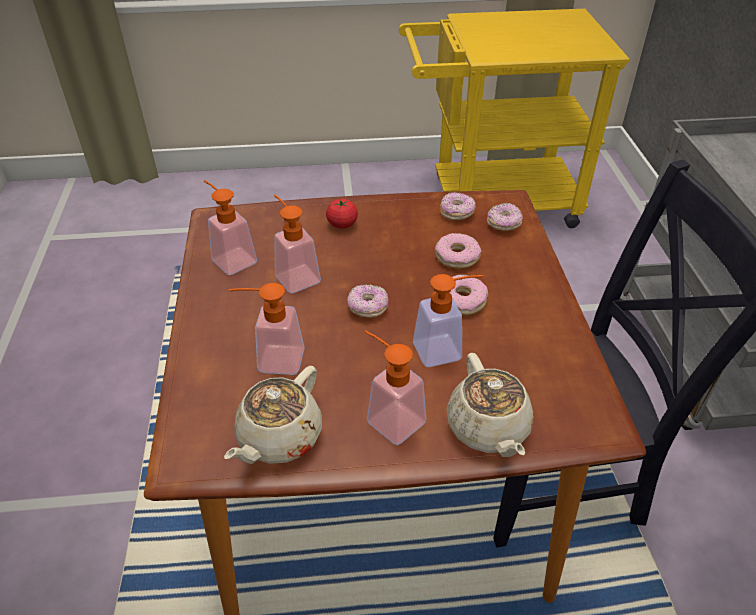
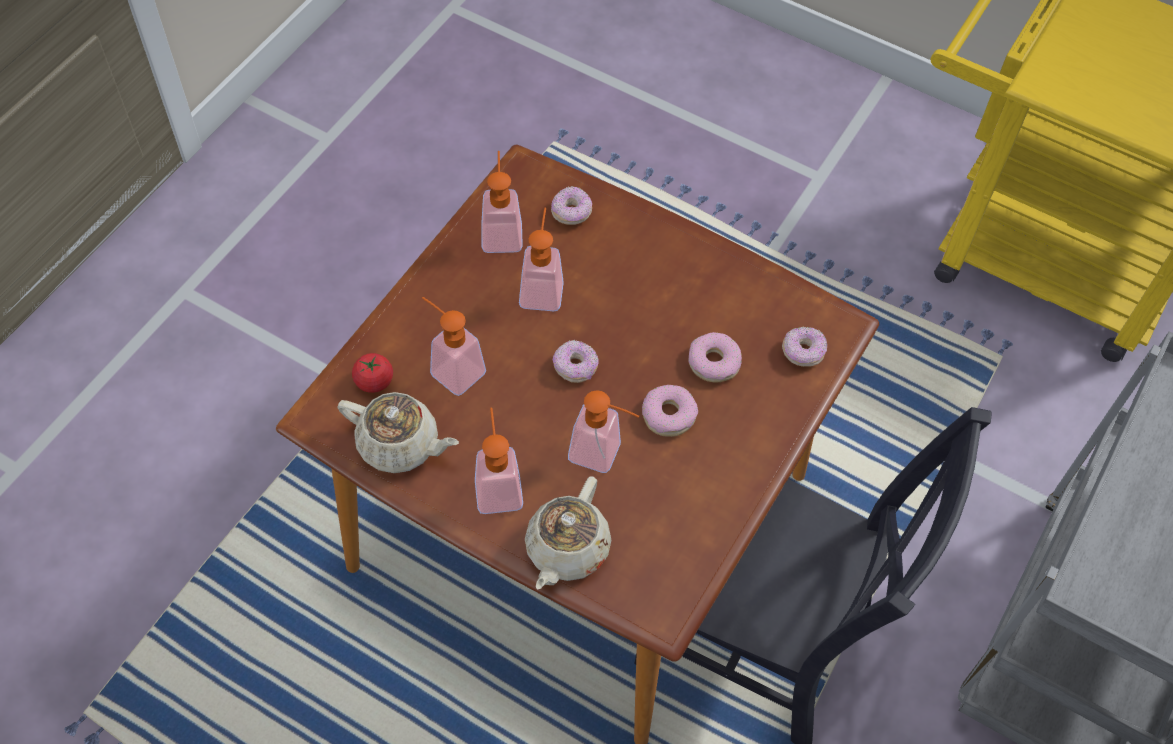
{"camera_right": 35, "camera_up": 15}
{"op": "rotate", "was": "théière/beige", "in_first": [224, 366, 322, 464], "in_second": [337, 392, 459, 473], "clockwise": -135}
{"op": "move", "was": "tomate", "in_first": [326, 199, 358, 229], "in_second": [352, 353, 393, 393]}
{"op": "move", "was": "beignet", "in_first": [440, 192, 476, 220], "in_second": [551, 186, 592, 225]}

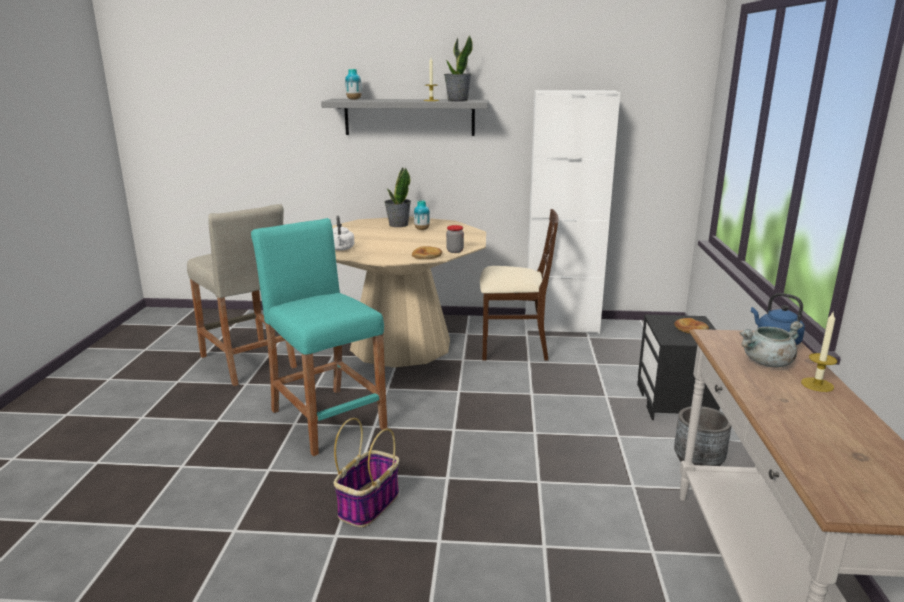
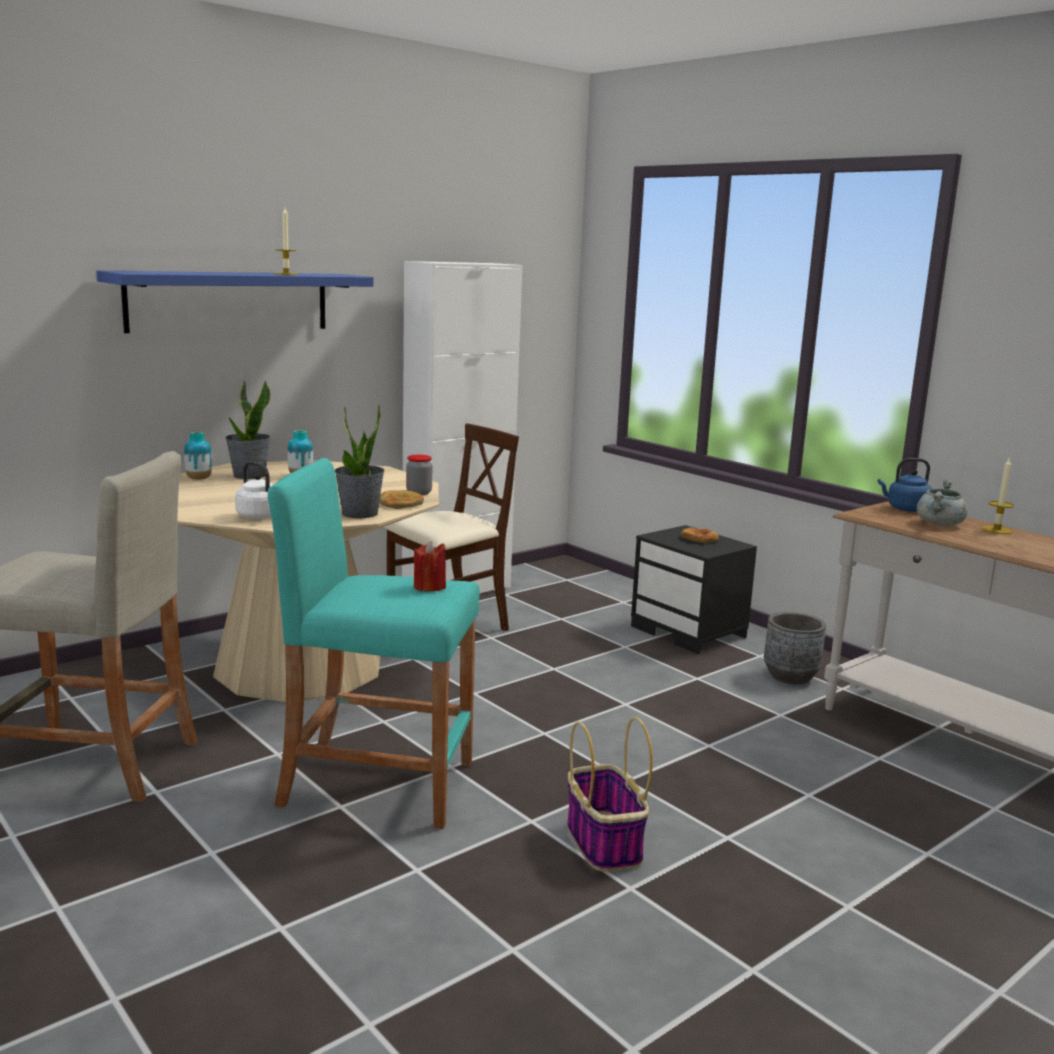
{"camera_right": -45, "camera_up": -5}
{"op": "recolor", "was": "étagère/gris", "now": "étagère/bleu", "in_first": [321, 99, 488, 136], "in_second": [96, 270, 373, 333]}
{"op": "move", "was": "vase", "in_first": [345, 69, 362, 100], "in_second": [184, 432, 212, 480]}
{"op": "move", "was": "plante en pot", "in_first": [444, 35, 473, 101], "in_second": [335, 405, 385, 518]}
{"op": "insert", "now": "bougie/rouge", "in_second": [414, 541, 446, 592]}

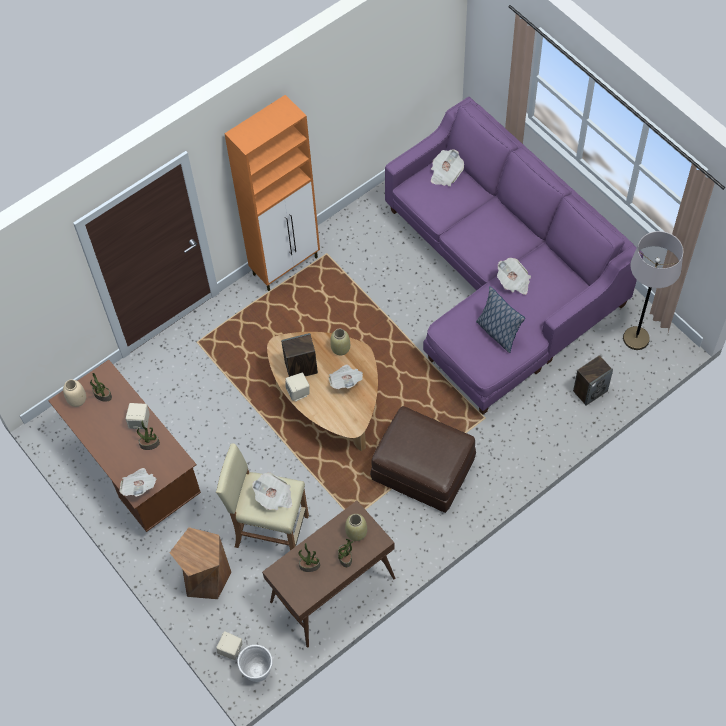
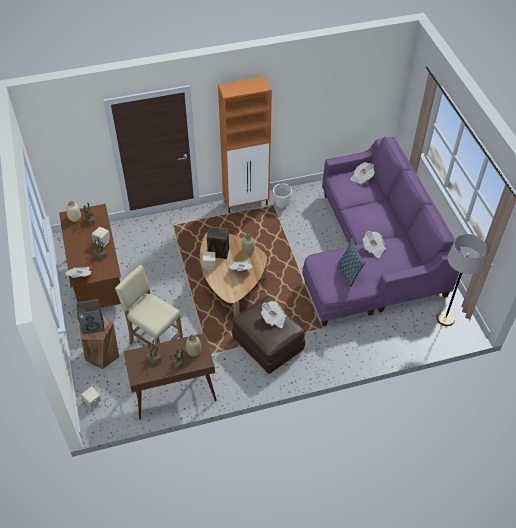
{"camera_right": 20, "camera_up": -10}
{"op": "move", "was": "enceinte", "in_first": [573, 355, 613, 406], "in_second": [76, 299, 105, 334]}
{"op": "move", "was": "journal", "in_first": [252, 473, 292, 510], "in_second": [261, 301, 287, 328]}
{"op": "move", "was": "cache-pot/blanc", "in_first": [237, 645, 273, 682], "in_second": [273, 183, 292, 208]}

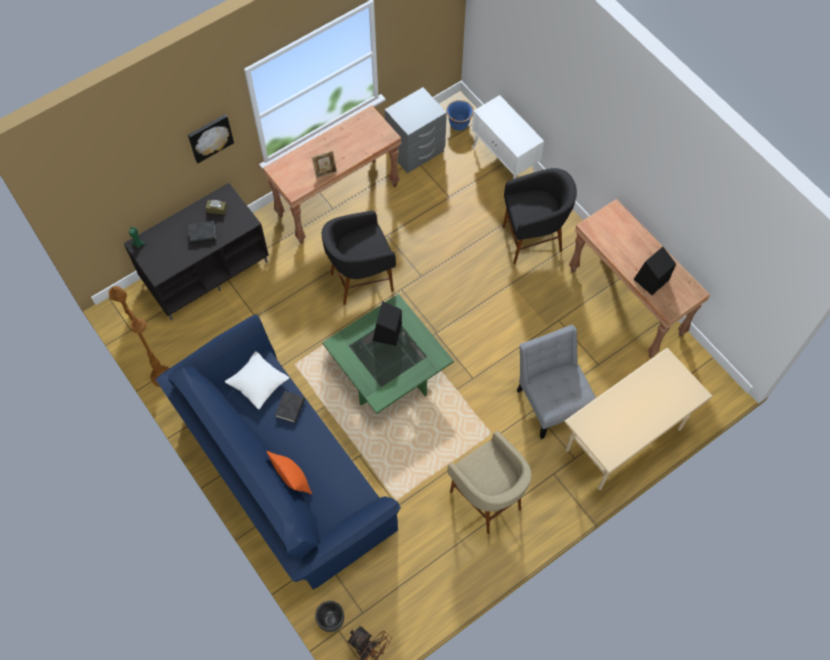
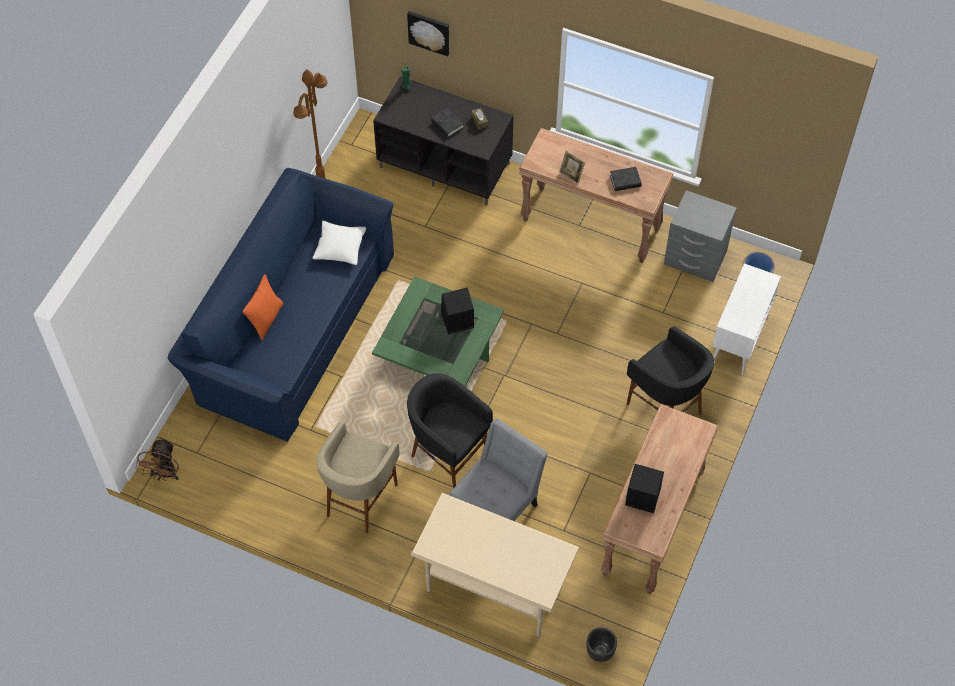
{"camera_right": 60, "camera_up": -5}
{"op": "move", "was": "tableau", "in_first": [188, 114, 234, 163], "in_second": [407, 11, 449, 56]}
{"op": "move", "was": "tabouret/noir", "in_first": [322, 211, 396, 305], "in_second": [407, 373, 493, 488]}
{"op": "move", "was": "cache-pot/noir", "in_first": [315, 601, 344, 632], "in_second": [587, 627, 617, 662]}
{"op": "move", "was": "livre/noir", "in_first": [275, 391, 305, 423], "in_second": [610, 167, 642, 191]}

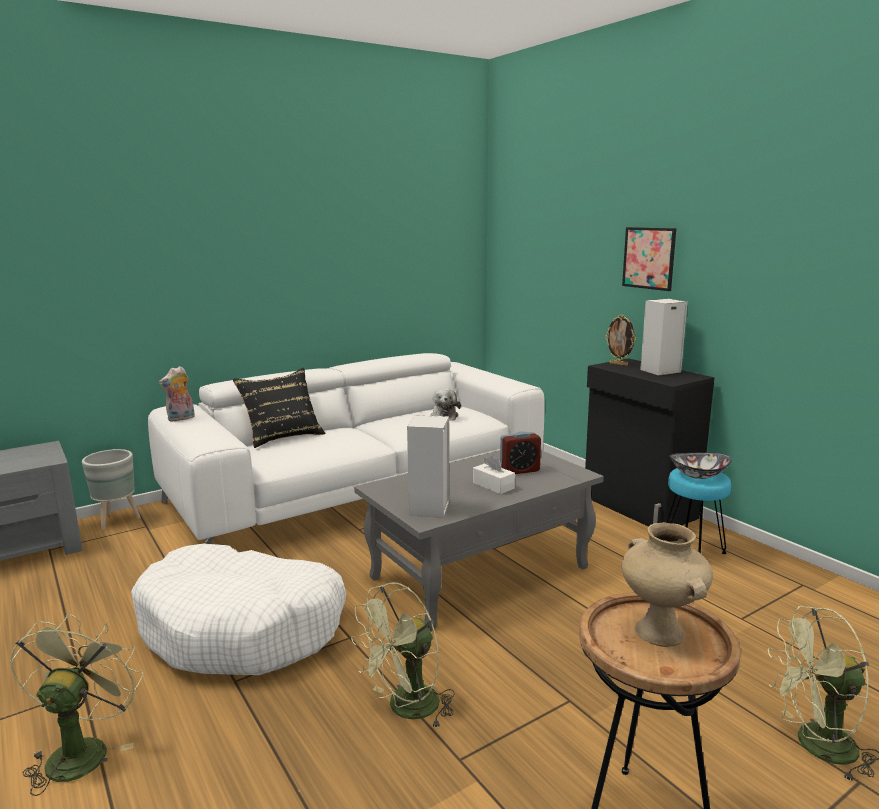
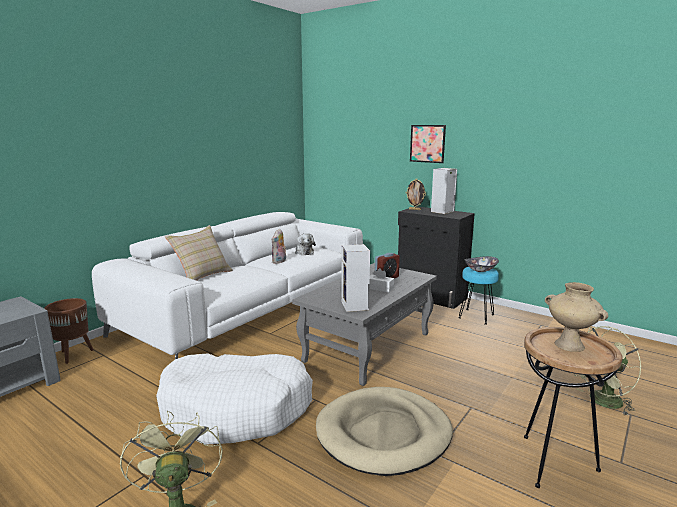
{"camera_right": -20, "camera_up": 0}
{"op": "recolor", "was": "cache-pot/gris", "now": "cache-pot/marron", "in_first": [82, 449, 141, 530], "in_second": [44, 298, 94, 364]}
{"op": "recolor", "was": "coussin/noir", "now": "coussin/beige", "in_first": [233, 368, 325, 448], "in_second": [165, 225, 233, 281]}
{"op": "move", "was": "peluche", "in_first": [159, 366, 195, 422], "in_second": [272, 229, 286, 264]}
{"op": "replace", "was": "ventilateur/vert", "now": "panier pour chien/beige", "in_first": [351, 582, 455, 729], "in_second": [316, 387, 453, 476]}

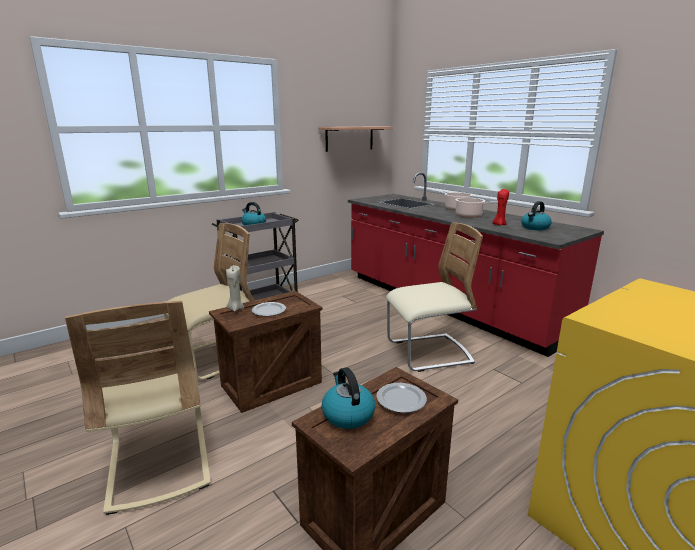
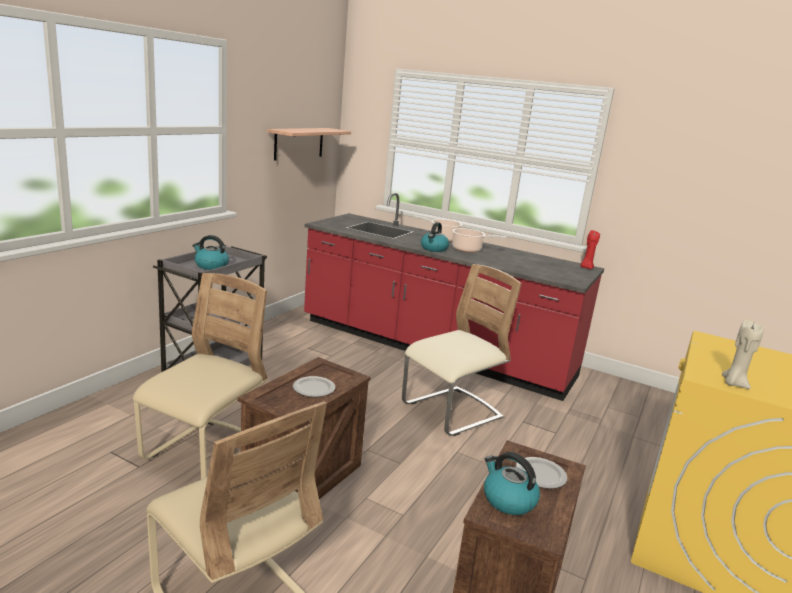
{"camera_right": -25, "camera_up": 0}
{"op": "move", "was": "bouilloire", "in_first": [521, 201, 552, 230], "in_second": [421, 222, 449, 252]}
{"op": "move", "was": "bougie/rouge", "in_first": [493, 189, 509, 225], "in_second": [580, 230, 600, 269]}
{"op": "move", "was": "bougie/beige", "in_first": [226, 265, 244, 312], "in_second": [722, 320, 763, 389]}

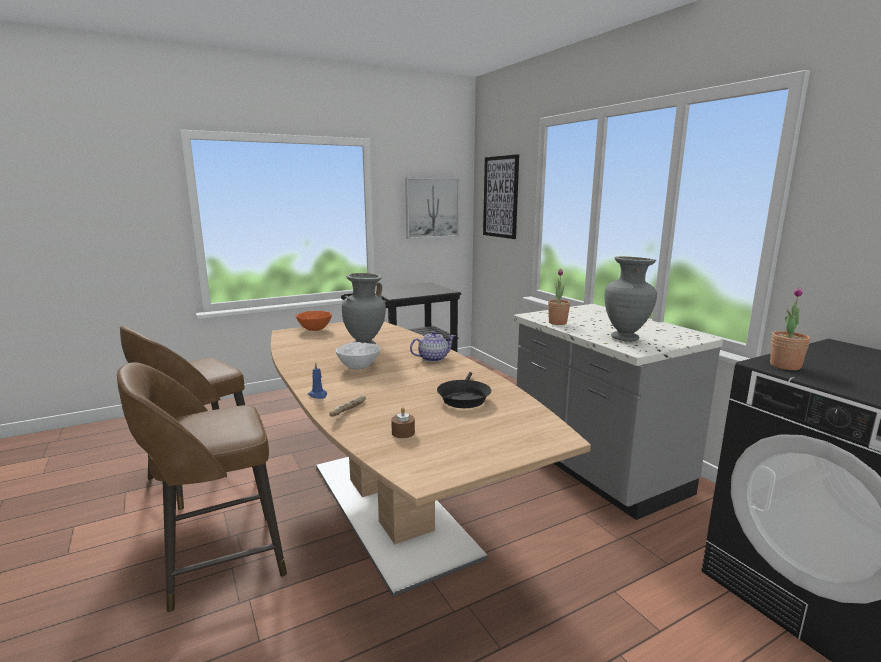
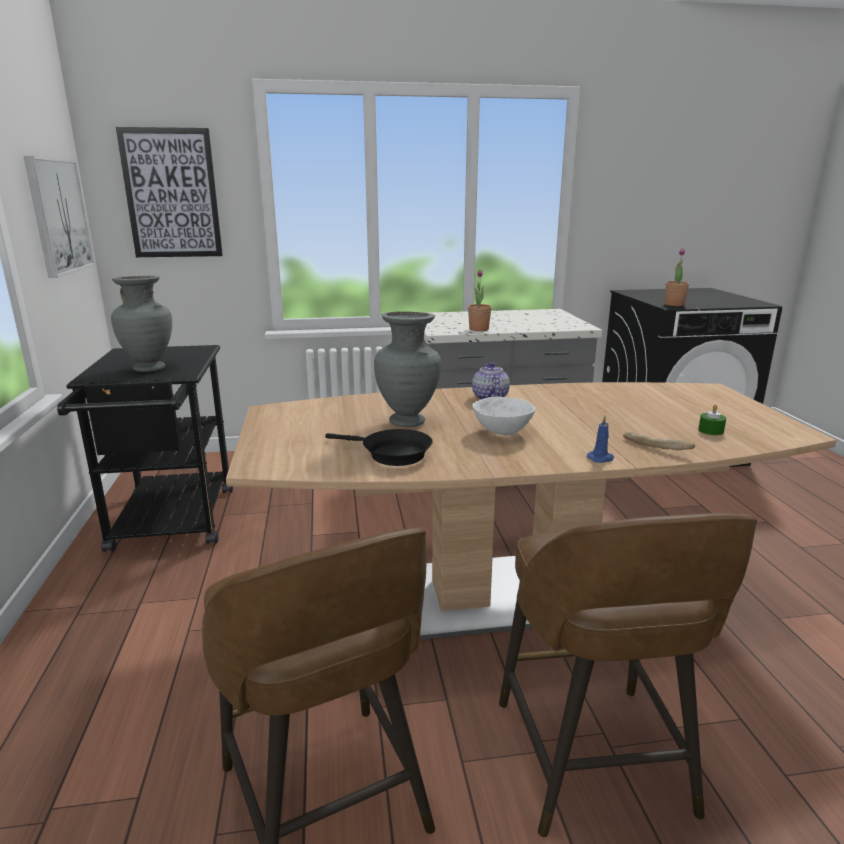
{"camera_right": -70, "camera_up": 5}
{"op": "move", "was": "vase/gris", "in_first": [604, 256, 657, 341], "in_second": [111, 276, 172, 372]}
{"op": "move", "was": "poêle/noir", "in_first": [437, 372, 491, 408], "in_second": [325, 429, 433, 466]}
{"op": "recolor", "was": "bougie/marron", "now": "bougie/vert", "in_first": [391, 407, 415, 438], "in_second": [698, 404, 726, 435]}
{"op": "delete", "was": "bol/orange", "in_first": [296, 311, 332, 331]}

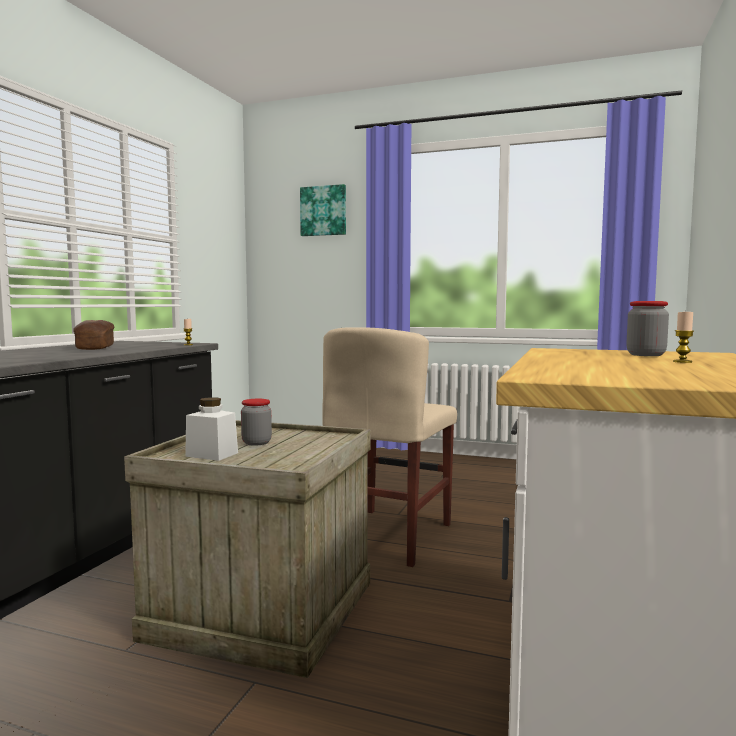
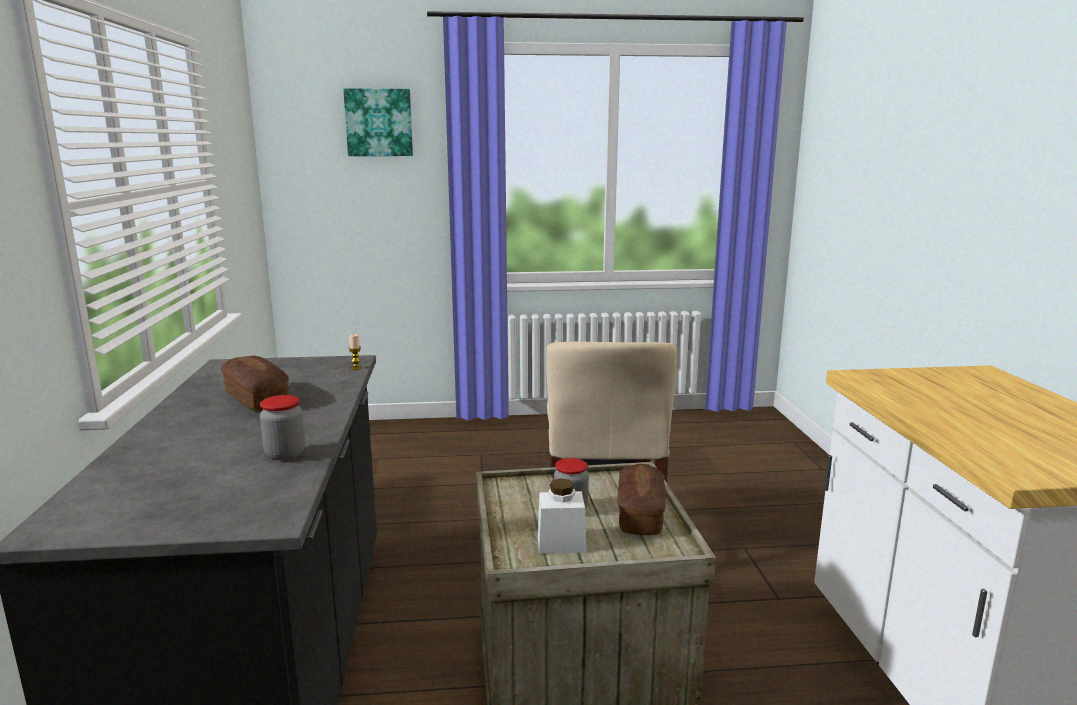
{"camera_right": -25, "camera_up": 10}
{"op": "move", "was": "bocal", "in_first": [626, 301, 669, 356], "in_second": [260, 395, 305, 460]}
{"op": "insert", "now": "pain", "in_second": [617, 464, 666, 535]}
{"op": "delete", "was": "bougie", "in_first": [673, 311, 694, 363]}

